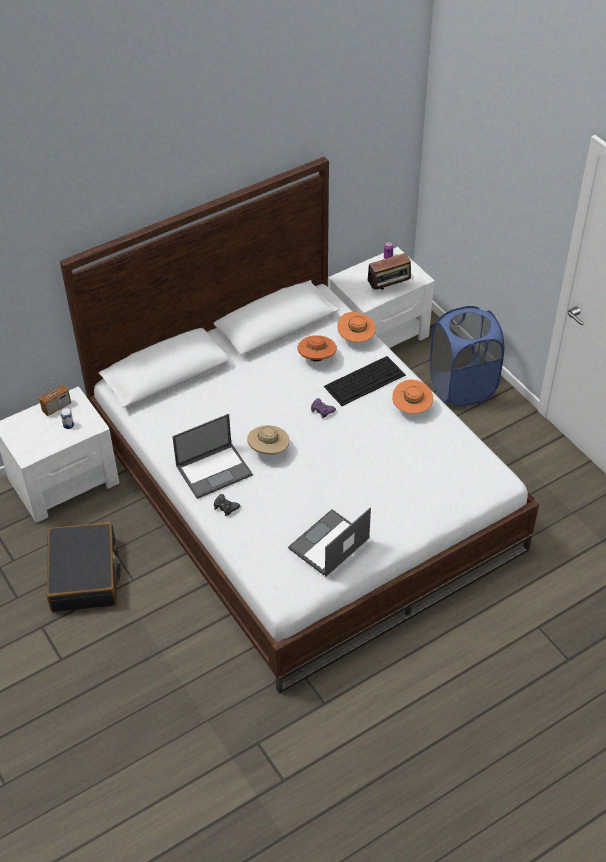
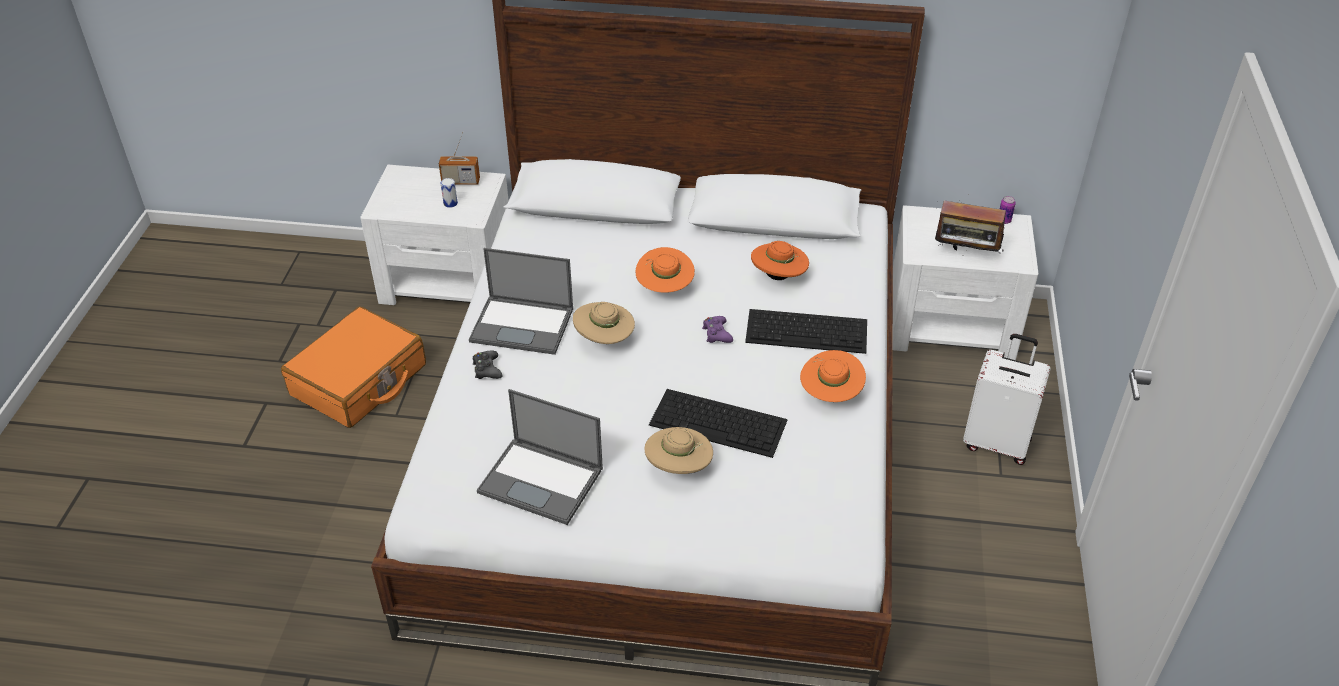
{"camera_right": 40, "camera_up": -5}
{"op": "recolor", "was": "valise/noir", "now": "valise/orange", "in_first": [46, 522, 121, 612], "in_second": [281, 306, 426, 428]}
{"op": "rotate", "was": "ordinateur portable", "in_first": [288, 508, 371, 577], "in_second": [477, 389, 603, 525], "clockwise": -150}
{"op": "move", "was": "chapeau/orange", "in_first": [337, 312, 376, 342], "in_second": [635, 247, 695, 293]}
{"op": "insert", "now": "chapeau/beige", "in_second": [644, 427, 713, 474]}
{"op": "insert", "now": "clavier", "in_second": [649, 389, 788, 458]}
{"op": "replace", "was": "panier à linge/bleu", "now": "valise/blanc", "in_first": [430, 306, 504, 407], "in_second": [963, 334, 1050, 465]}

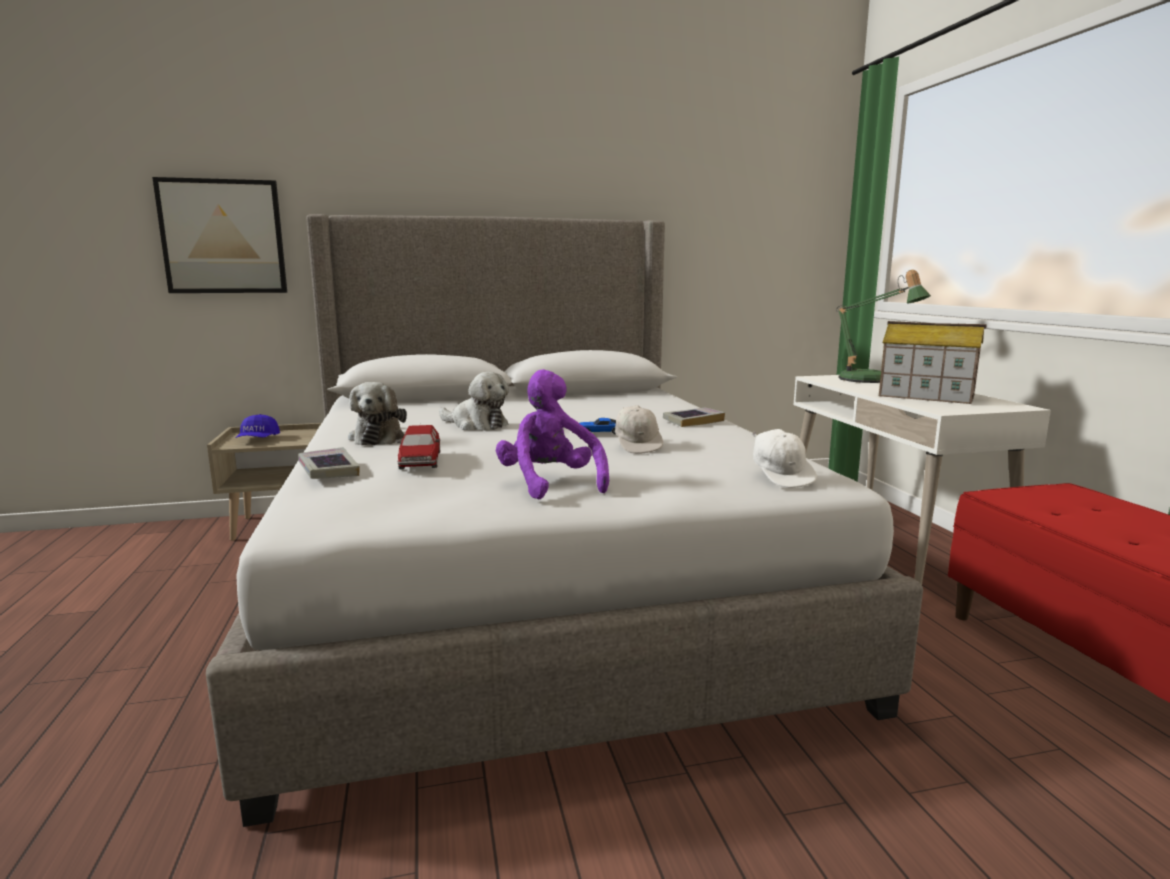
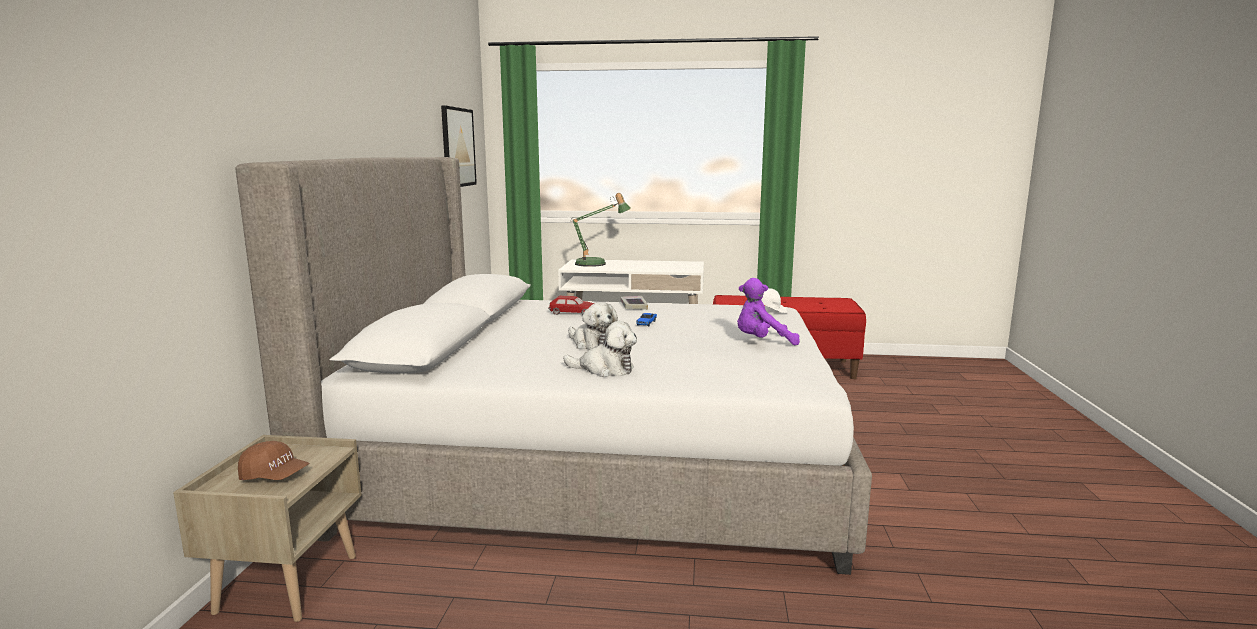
{"camera_right": -70, "camera_up": 0}
{"op": "recolor", "was": "casquette/bleu", "now": "casquette/marron", "in_first": [236, 414, 280, 438], "in_second": [238, 441, 310, 480]}
{"op": "move", "was": "tableau", "in_first": [152, 177, 287, 293], "in_second": [441, 105, 477, 187]}
{"op": "move", "was": "petite voiture", "in_first": [397, 425, 440, 469], "in_second": [548, 295, 594, 315]}
{"op": "rotate", "was": "peluche", "in_first": [439, 372, 509, 431], "in_second": [568, 302, 618, 350], "clockwise": 90}
{"op": "delete", "was": "livre", "in_first": [298, 447, 359, 479]}
{"op": "delete", "was": "casquette/blanc", "in_first": [615, 405, 663, 454]}
{"op": "delete", "was": "maison miniature", "in_first": [879, 321, 987, 404]}

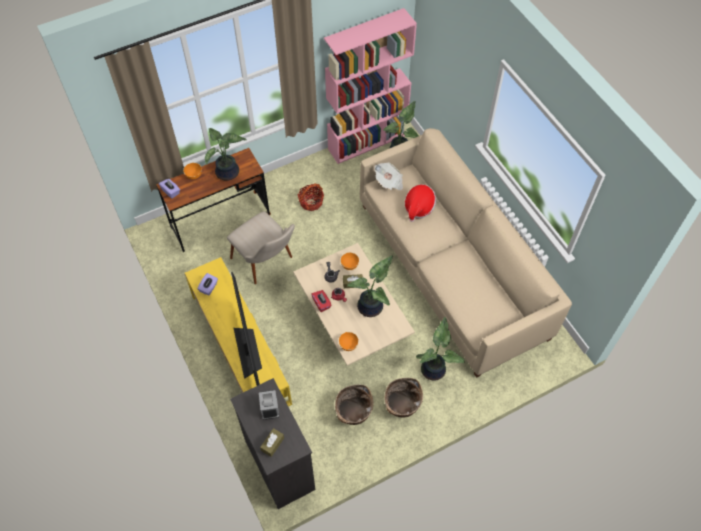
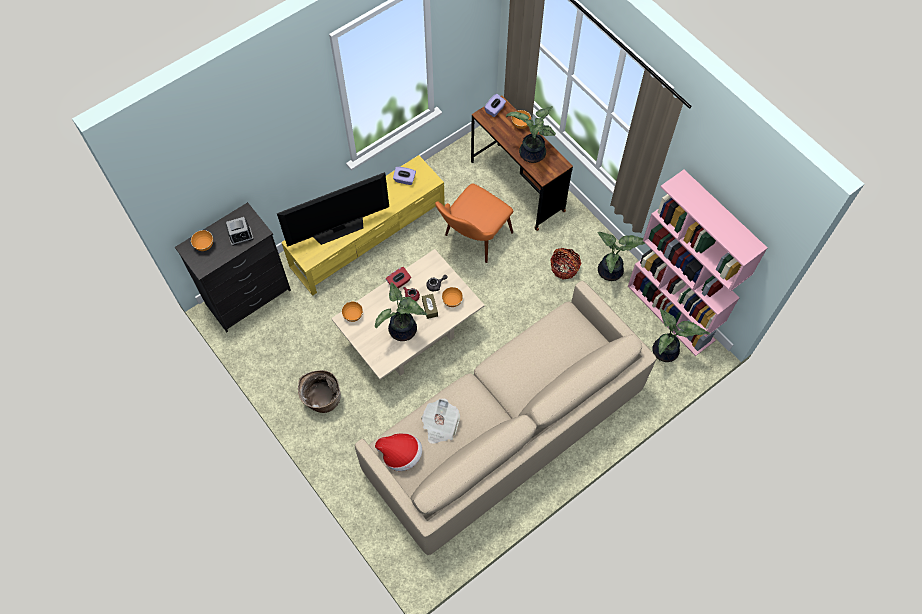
{"camera_right": 80, "camera_up": 5}
{"op": "replace", "was": "boîte à mouchoirs/marron", "now": "bol/orange", "in_first": [260, 428, 284, 457], "in_second": [191, 230, 213, 251]}
{"op": "move", "was": "chapeau", "in_first": [405, 184, 436, 222], "in_second": [375, 434, 422, 471]}
{"op": "move", "was": "journal", "in_first": [374, 162, 403, 190], "in_second": [421, 398, 460, 444]}
{"op": "recolor", "was": "chaise/beige", "now": "chaise/orange", "in_first": [227, 211, 295, 284], "in_second": [435, 183, 513, 263]}
{"op": "move", "was": "plante en pot", "in_first": [416, 317, 464, 381], "in_second": [598, 232, 645, 281]}
{"op": "delete", "was": "panier", "in_first": [335, 385, 374, 425]}

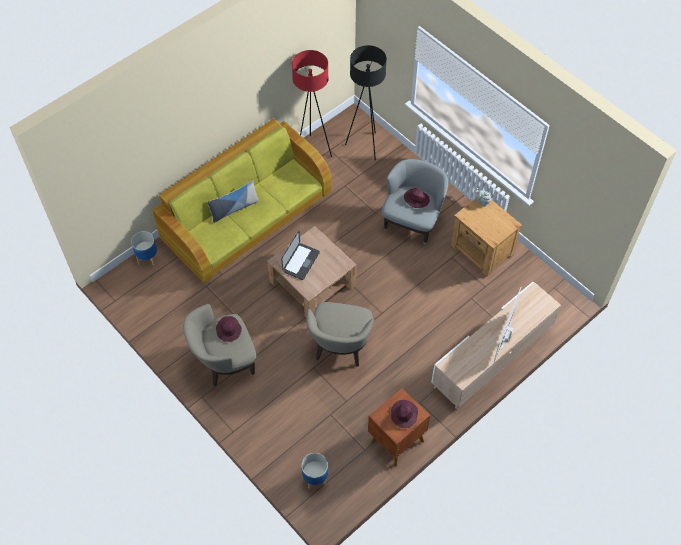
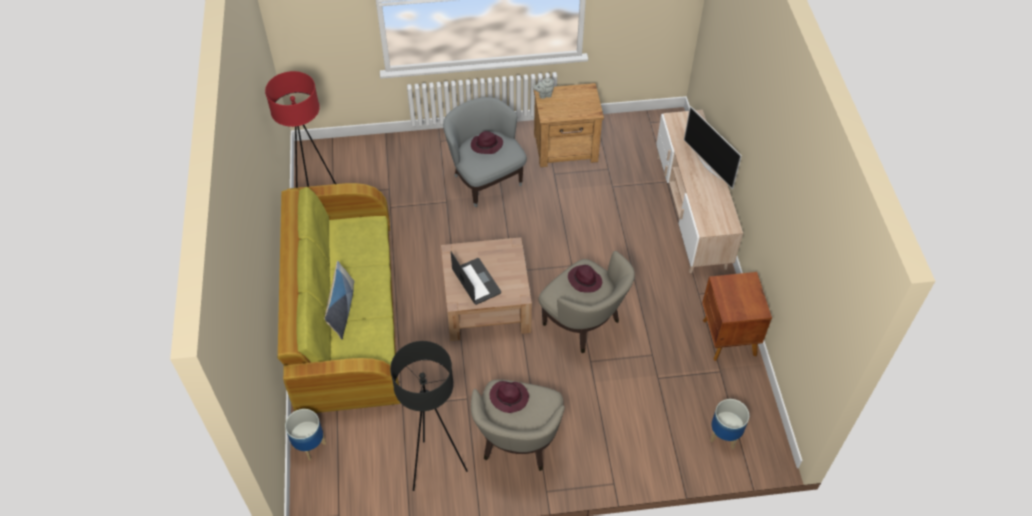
{"camera_right": -55, "camera_up": -5}
{"op": "move", "was": "lampadaire/noir", "in_first": [345, 45, 387, 161], "in_second": [390, 341, 468, 491]}
{"op": "move", "was": "chapeau/violet", "in_first": [391, 400, 418, 428], "in_second": [568, 265, 602, 293]}

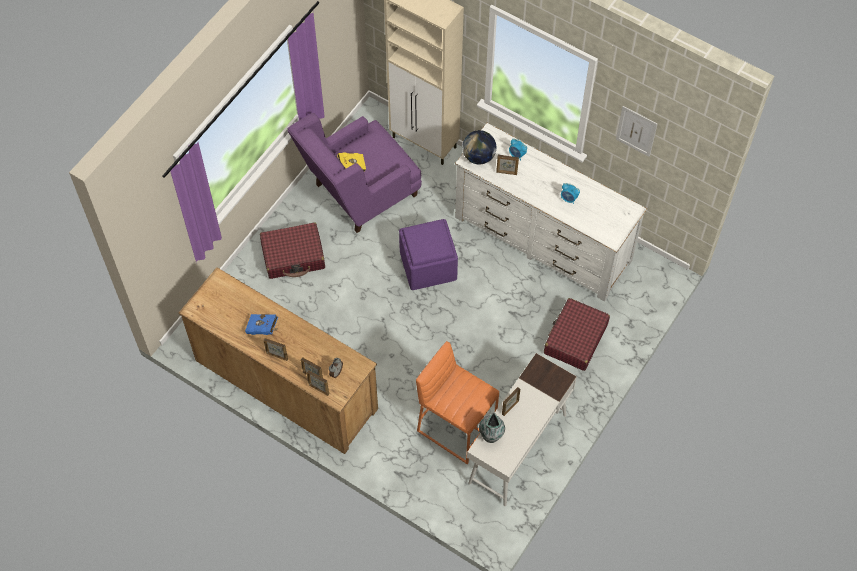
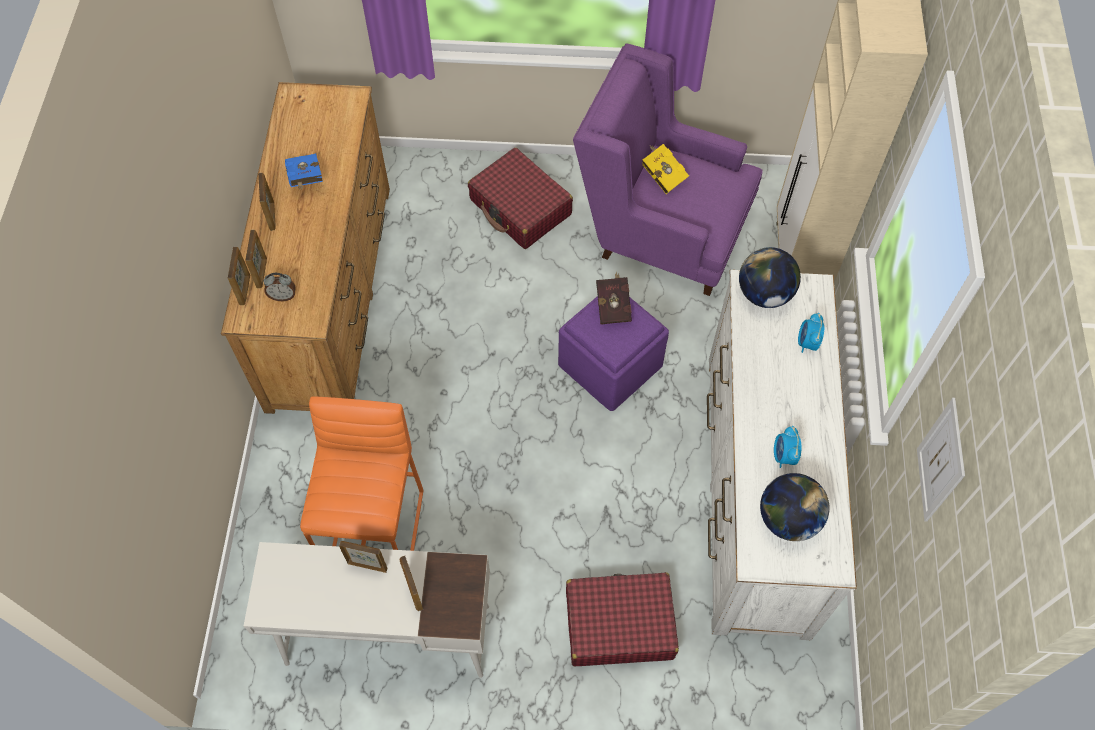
{"camera_right": 60, "camera_up": 0}
{"op": "move", "was": "cadre photo", "in_first": [496, 155, 519, 175], "in_second": [399, 556, 423, 611]}
{"op": "insert", "now": "livre/rouge", "in_second": [596, 272, 632, 325]}
{"op": "insert", "now": "globe", "in_second": [760, 473, 830, 541]}
{"op": "delete", "was": "vase", "in_first": [479, 412, 505, 443]}

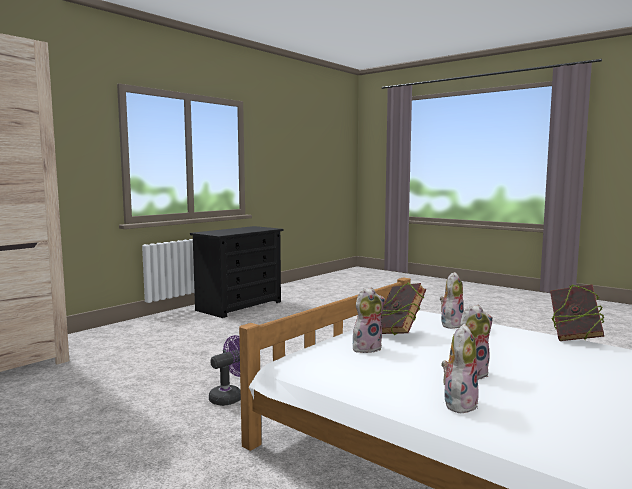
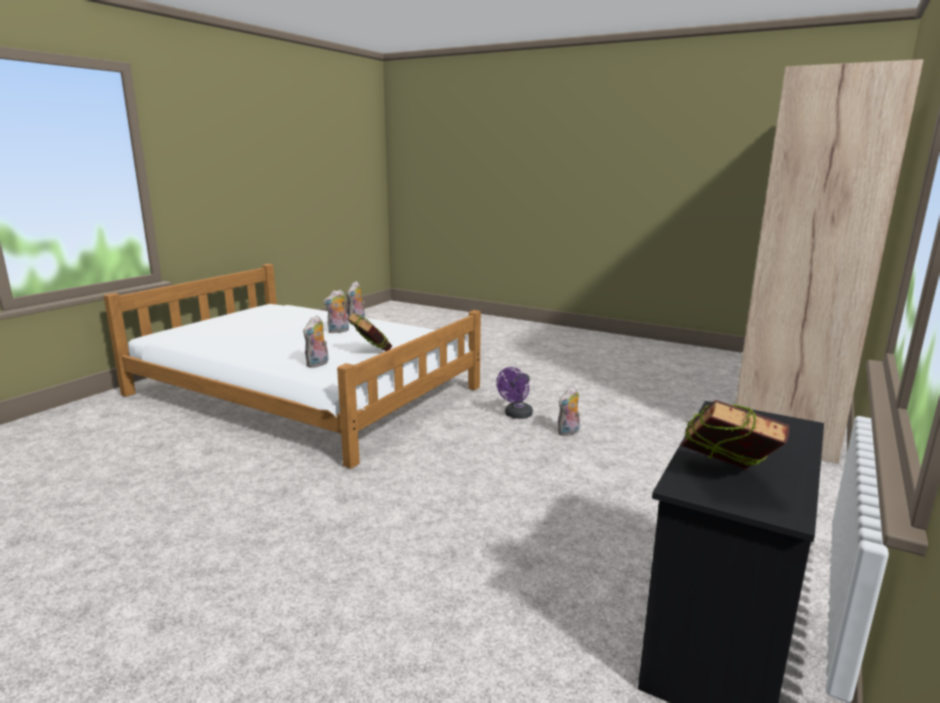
{"camera_right": 170, "camera_up": 10}
{"op": "move", "was": "peluche", "in_first": [353, 288, 385, 353], "in_second": [557, 386, 580, 436]}
{"op": "move", "was": "livre", "in_first": [550, 284, 605, 341], "in_second": [681, 400, 789, 469]}

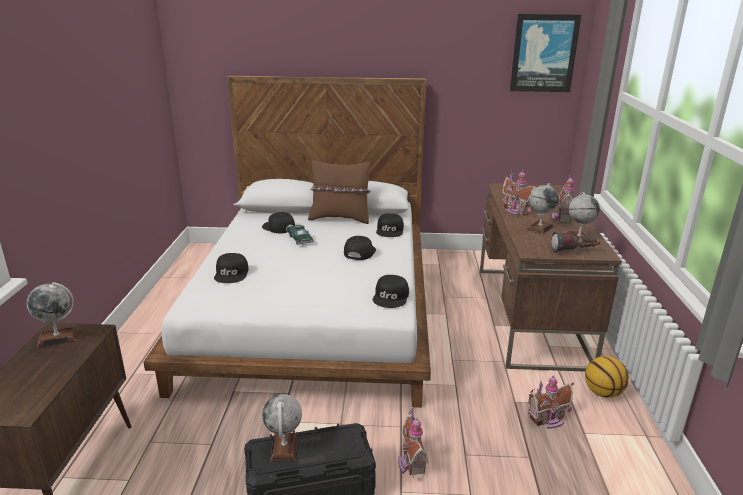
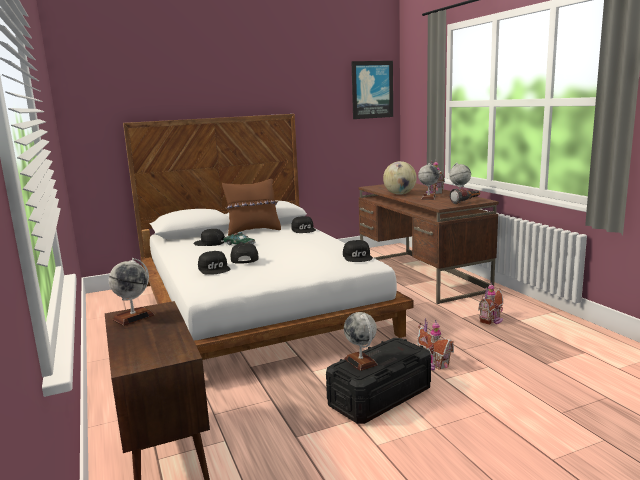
{"camera_right": -25, "camera_up": -10}
{"op": "move", "was": "casquette/noir", "in_first": [344, 236, 376, 260], "in_second": [231, 243, 258, 264]}
{"op": "replace", "was": "maison miniature", "now": "globe", "in_first": [502, 169, 536, 216], "in_second": [383, 161, 417, 195]}
{"op": "delete", "was": "ballon de basket", "in_first": [585, 356, 629, 398]}

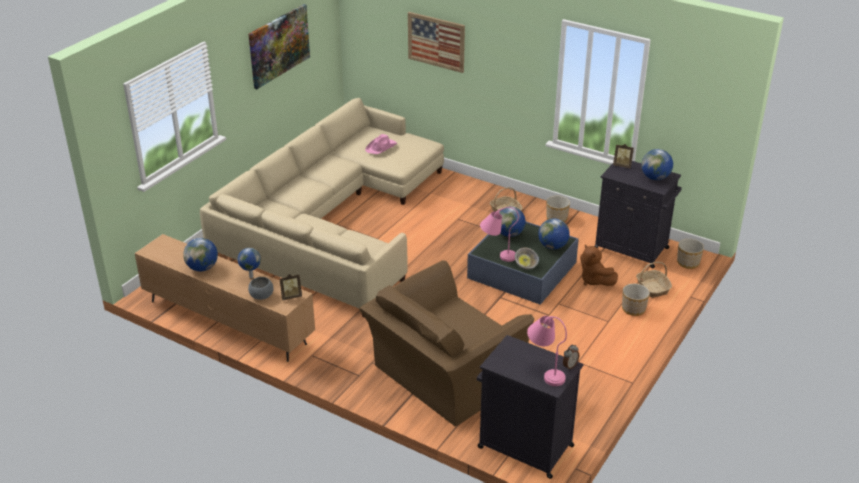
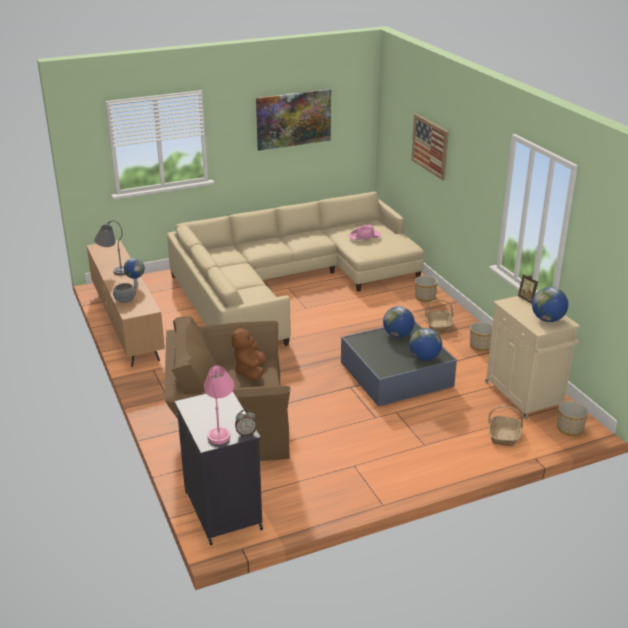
{"camera_right": 35, "camera_up": -5}
{"op": "replace", "was": "globe", "now": "lampe de table/gris", "in_first": [183, 238, 218, 271], "in_second": [94, 220, 126, 275]}
{"op": "move", "was": "peluche/marron", "in_first": [580, 244, 618, 286], "in_second": [231, 325, 266, 381]}
{"op": "move", "was": "cache-pot", "in_first": [622, 284, 650, 316], "in_second": [415, 276, 438, 302]}
{"op": "recolor", "was": "meuble de rangement/noir", "now": "meuble de rangement/beige", "in_first": [595, 161, 682, 268], "in_second": [485, 293, 580, 420]}
{"op": "delete", "was": "cadre photo", "in_first": [279, 274, 302, 301]}
{"op": "delete", "was": "lampe de table/rose", "in_first": [480, 207, 519, 262]}
{"op": "delete", "was": "bol", "in_first": [515, 248, 539, 269]}

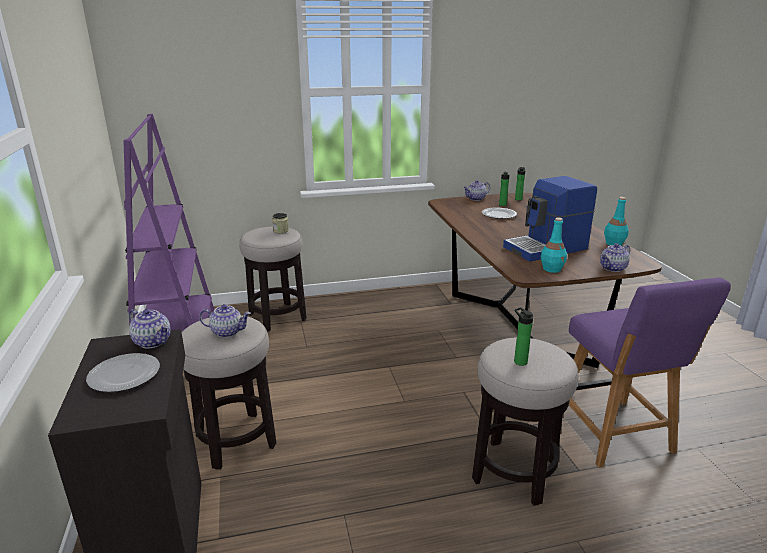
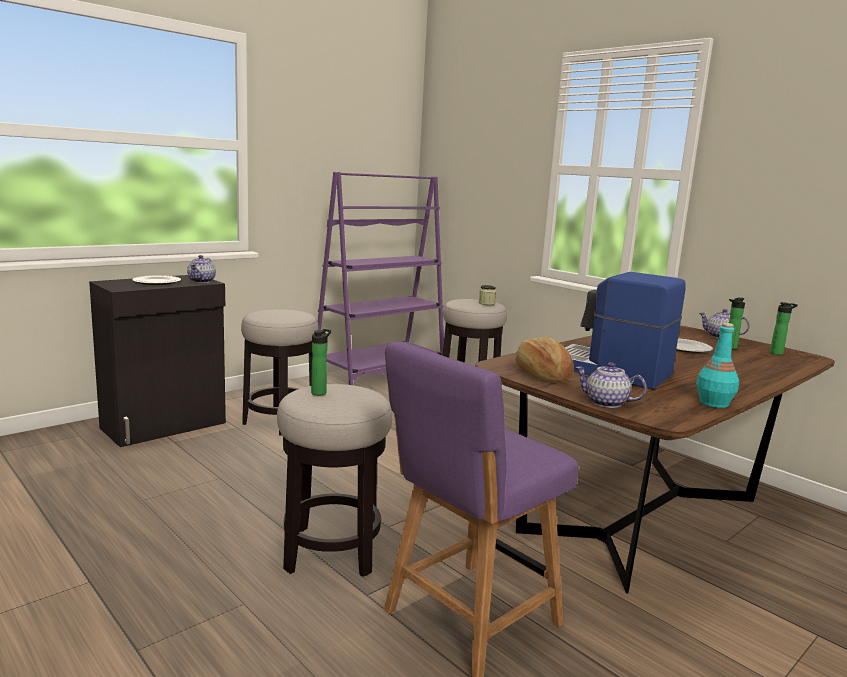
{"camera_right": 60, "camera_up": -10}
{"op": "replace", "was": "bouteille/turquoise", "now": "pain", "in_first": [541, 217, 567, 273], "in_second": [515, 337, 574, 383]}
{"op": "delete", "was": "théière", "in_first": [199, 304, 251, 338]}

